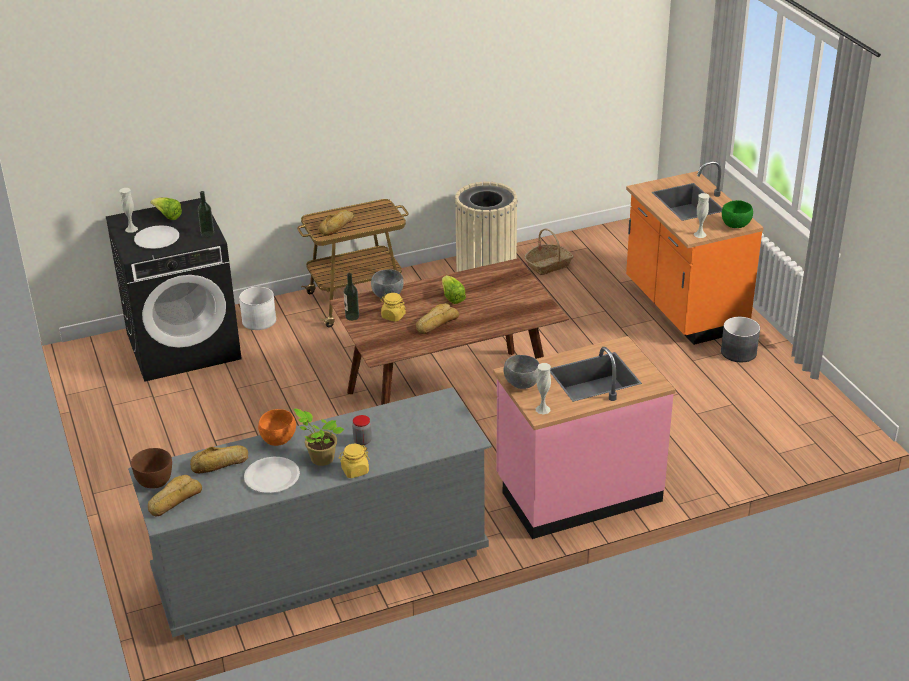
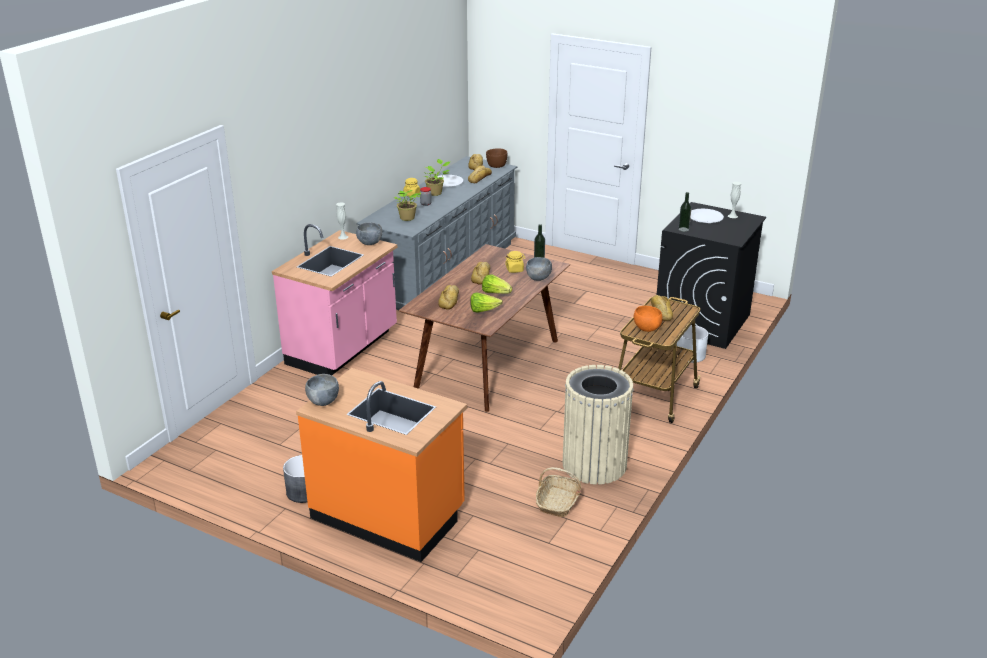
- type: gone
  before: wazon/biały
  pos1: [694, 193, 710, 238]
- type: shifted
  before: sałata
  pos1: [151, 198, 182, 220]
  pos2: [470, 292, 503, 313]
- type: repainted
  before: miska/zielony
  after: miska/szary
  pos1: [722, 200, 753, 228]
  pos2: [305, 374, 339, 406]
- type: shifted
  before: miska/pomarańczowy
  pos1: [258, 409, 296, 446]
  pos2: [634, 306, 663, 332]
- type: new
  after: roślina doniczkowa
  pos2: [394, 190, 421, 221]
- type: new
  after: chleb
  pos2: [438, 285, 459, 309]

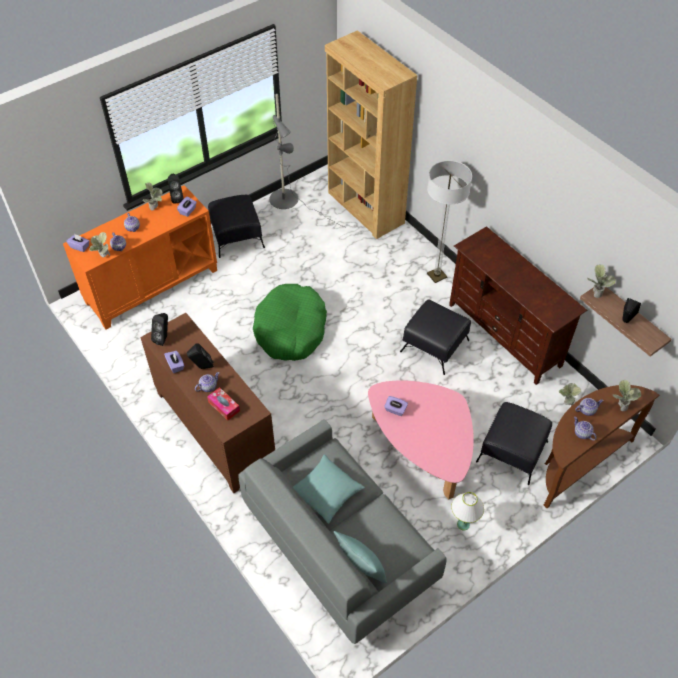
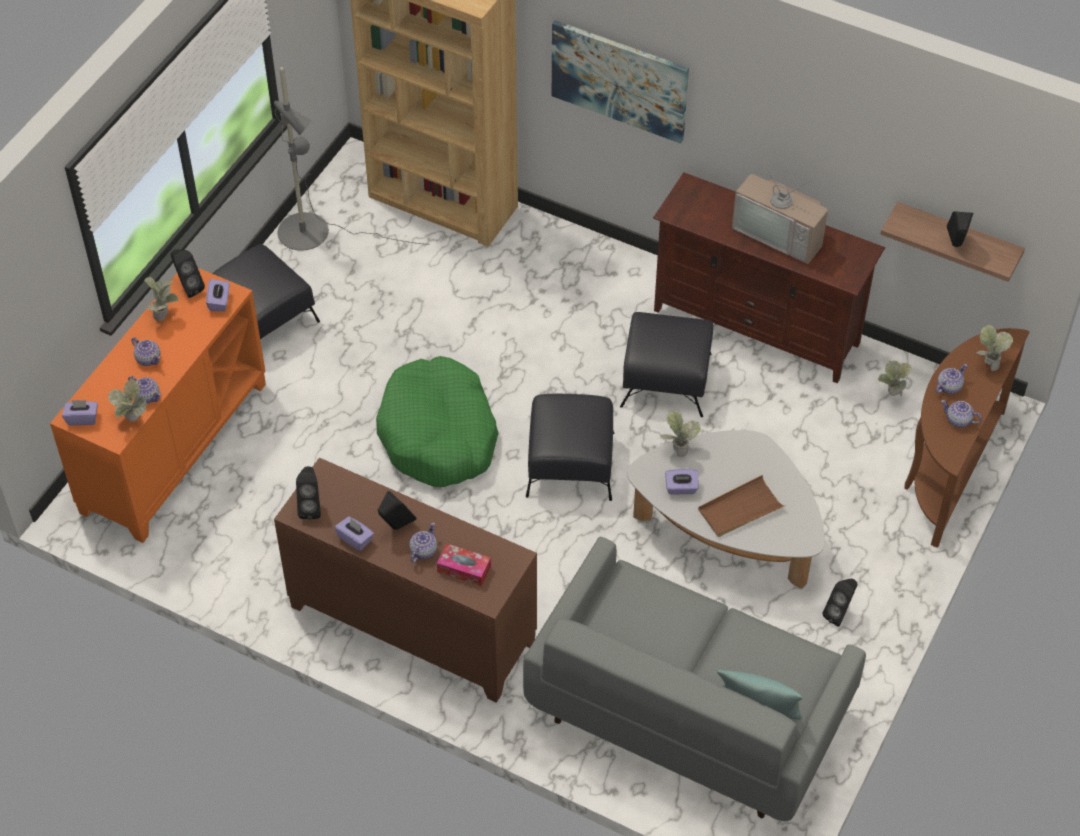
- type: gone
  before: lampa stojąca
  pos1: [427, 160, 472, 283]
- type: shifted
  before: roślina doniczkowa
  pos1: [587, 264, 616, 298]
  pos2: [660, 411, 701, 457]
- type: repainted
  before: ława/różowy
  after: ława/biały
  pos1: [368, 380, 474, 499]
  pos2: [627, 430, 825, 589]
- type: shifted
  before: pufa/czarny
  pos1: [476, 402, 552, 485]
  pos2: [526, 394, 614, 501]
- type: gone
  before: poduszka/turkusowy
  pos1: [293, 454, 365, 524]
- type: swapped
  before: lampa stołowa/biały
  after: głośnik/czarny
  pos1: [451, 492, 484, 530]
  pos2: [822, 578, 858, 626]
- type: new
  after: obraz
  pos2: [552, 20, 689, 144]
- type: new
  after: telewizor
  pos2: [732, 156, 828, 264]
- type: new
  after: taca/brązowy
  pos2: [698, 475, 784, 537]

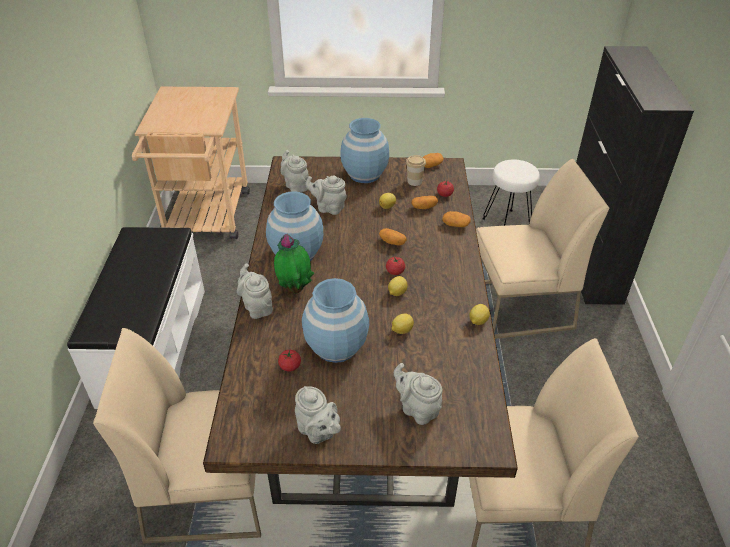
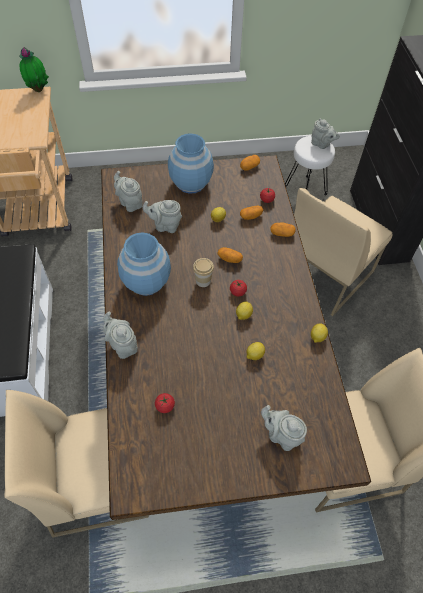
- type: shifted
  before: filiżanka
  pos1: [406, 155, 426, 186]
  pos2: [193, 258, 214, 287]
- type: rotated
  before: krzesło/beżowy
  pos1: [476, 159, 609, 339]
  pos2: [294, 188, 392, 316]
  turn: 150
- type: shifted
  before: roślina doniczkowa
  pos1: [274, 234, 314, 294]
  pos2: [19, 47, 49, 92]
- type: gone
  before: wazon/niebieski
  pos1: [302, 278, 369, 363]
- type: shifted
  before: imbryk/szary
  pos1: [295, 386, 341, 444]
  pos2: [311, 119, 340, 149]

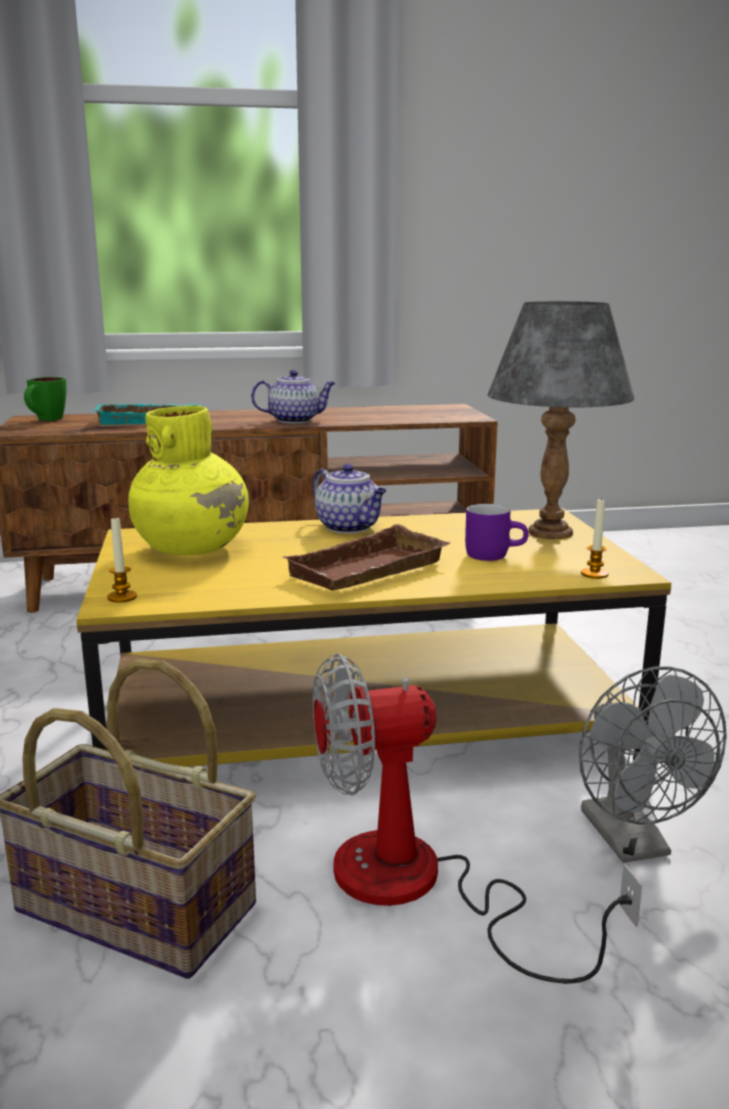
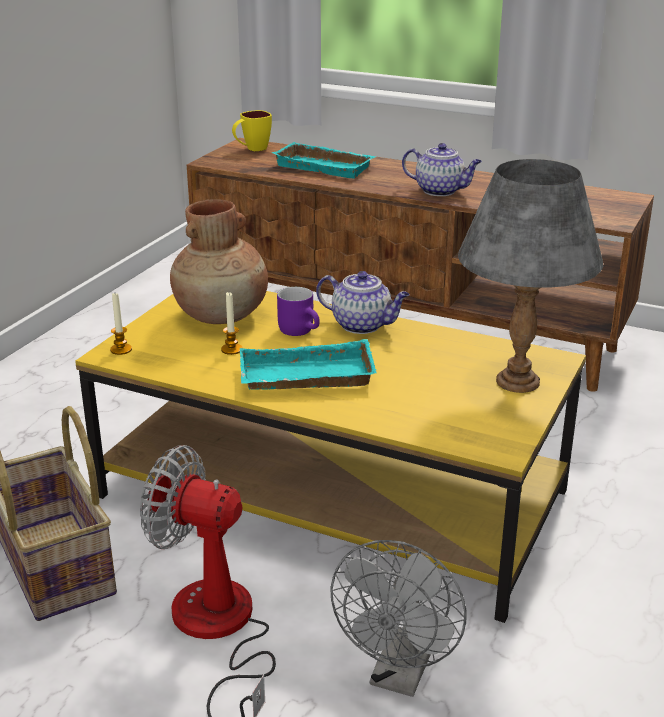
- type: repainted
  before: kubek/zielony
  after: kubek/żółty
  pos1: [24, 377, 67, 421]
  pos2: [232, 110, 272, 152]
- type: repainted
  before: wazon/żółty
  after: wazon/brązowy
  pos1: [128, 406, 249, 555]
  pos2: [170, 199, 268, 324]
- type: rotated
  before: imbryk
  pos1: [313, 463, 387, 533]
  pos2: [316, 271, 410, 334]
  turn: -60
- type: shifted
  before: świeca
  pos1: [581, 498, 609, 579]
  pos2: [221, 292, 242, 355]
- type: shifted
  before: kubek/fioletowy
  pos1: [465, 504, 528, 561]
  pos2: [277, 287, 320, 336]
- type: repainted
  before: taca/brązowy
  after: taca/turkusowy
  pos1: [283, 524, 450, 591]
  pos2: [239, 339, 377, 390]

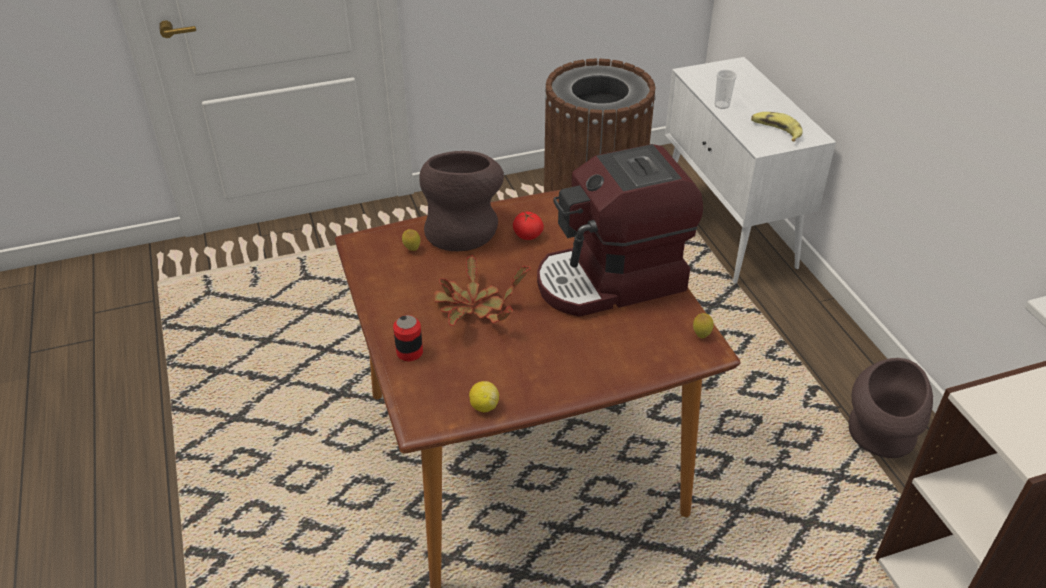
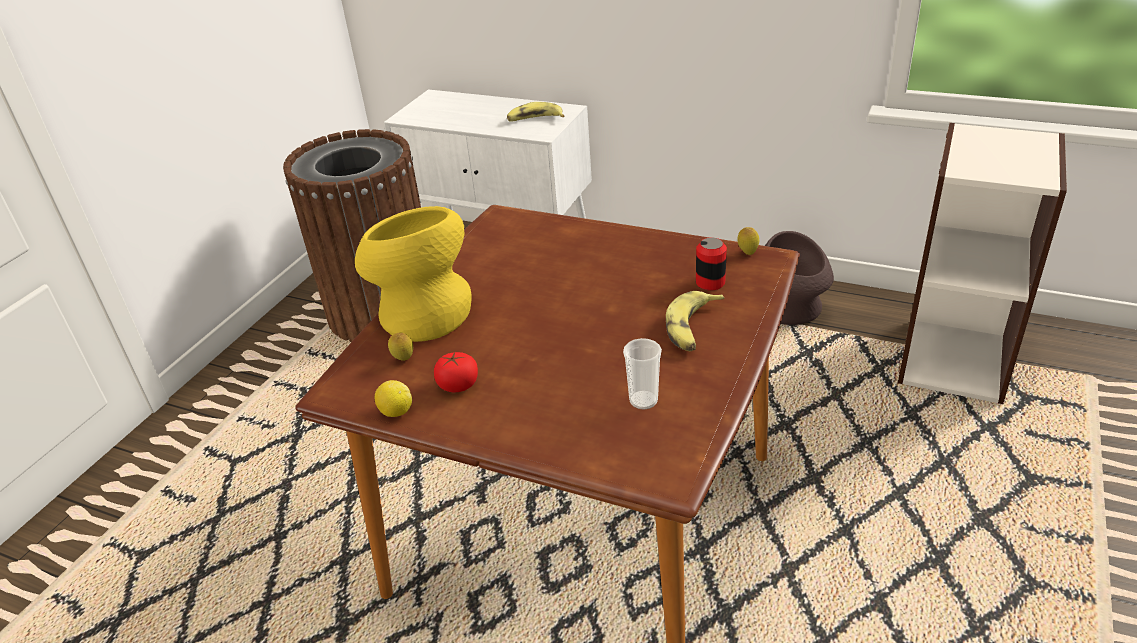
- type: shifted
  before: filiżanka
  pos1: [715, 70, 737, 109]
  pos2: [623, 338, 662, 410]
- type: gone
  before: ekspres do kawy
  pos1: [537, 144, 703, 317]
- type: repainted
  before: wazon/brązowy
  after: wazon/żółty
  pos1: [419, 151, 504, 251]
  pos2: [355, 206, 472, 342]
- type: shifted
  before: pomidor
  pos1: [513, 212, 544, 240]
  pos2: [434, 352, 478, 392]
- type: gone
  before: roślina doniczkowa
  pos1: [434, 256, 531, 326]
- type: shifted
  before: puszka
  pos1: [393, 315, 423, 361]
  pos2: [696, 238, 727, 291]
- type: shifted
  before: cytryna
  pos1: [469, 381, 499, 412]
  pos2: [375, 380, 412, 417]
- type: new
  after: banan
  pos2: [666, 291, 725, 351]

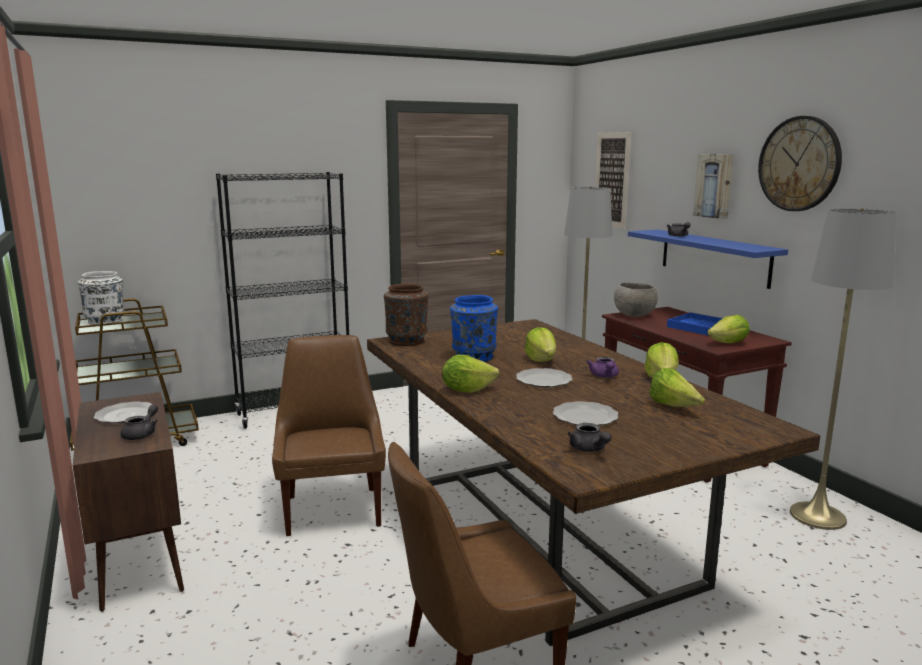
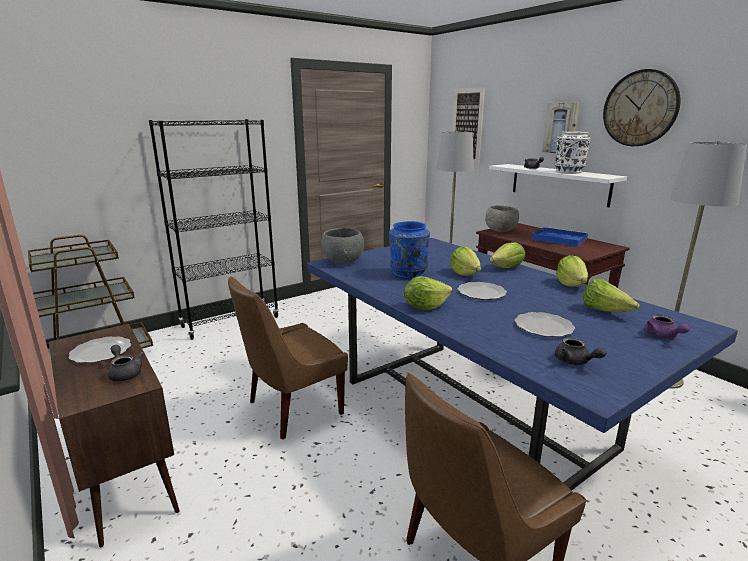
- type: repainted
  before: półka/niebieski
  after: półka/biały
  pos1: [628, 230, 788, 289]
  pos2: [489, 164, 627, 207]
- type: shifted
  before: wazon/biały
  pos1: [78, 271, 124, 325]
  pos2: [554, 131, 591, 174]
- type: swapped
  before: wazon/brązowy
  after: miska/szary
  pos1: [384, 284, 428, 346]
  pos2: [321, 228, 364, 264]
- type: shifted
  before: sałata
  pos1: [707, 315, 750, 343]
  pos2: [490, 242, 525, 268]
- type: repainted
  before: stół jadalny/brązowy
  after: stół jadalny/niebieski
  pos1: [367, 319, 820, 646]
  pos2: [307, 238, 738, 490]
- type: rotated
  before: krzesło/brązowy
  pos1: [272, 335, 386, 536]
  pos2: [228, 276, 348, 440]
  turn: -105
- type: shifted
  before: imbryk/fioletowy
  pos1: [586, 357, 619, 377]
  pos2: [644, 315, 690, 339]
- type: rotated
  before: imbryk/szary
  pos1: [121, 404, 158, 440]
  pos2: [108, 345, 144, 381]
  turn: -45

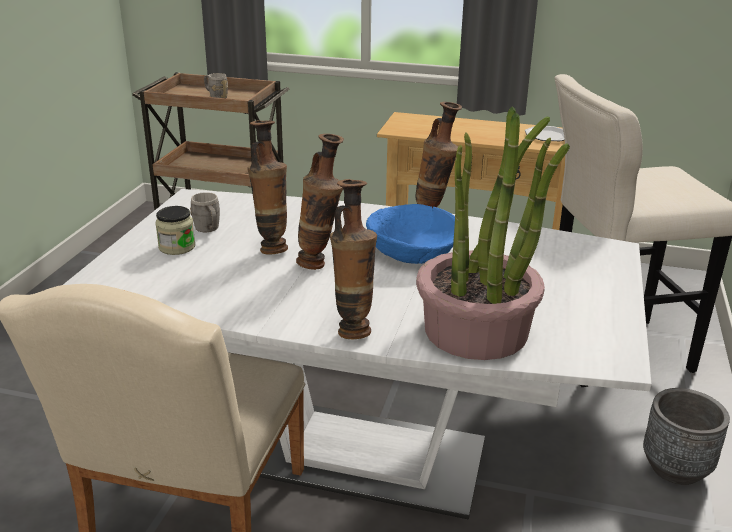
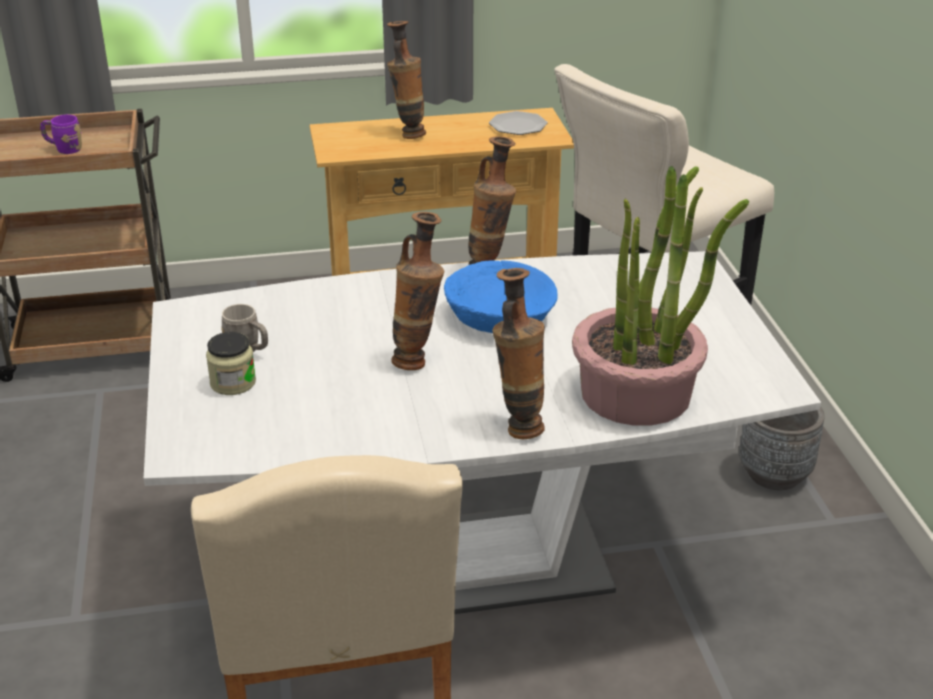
- type: repainted
  before: kubek/szary
  after: kubek/fioletowy
  pos1: [204, 73, 228, 98]
  pos2: [40, 115, 82, 154]
- type: shifted
  before: wazon
  pos1: [247, 120, 288, 255]
  pos2: [387, 21, 426, 139]

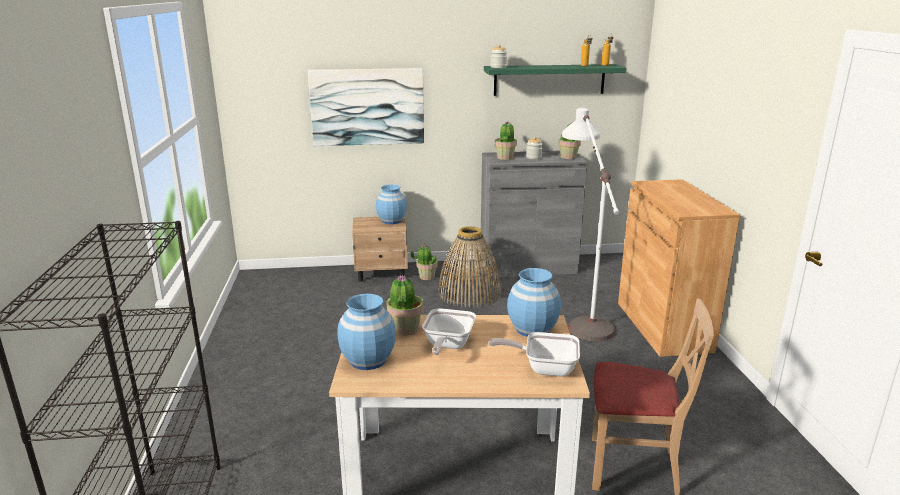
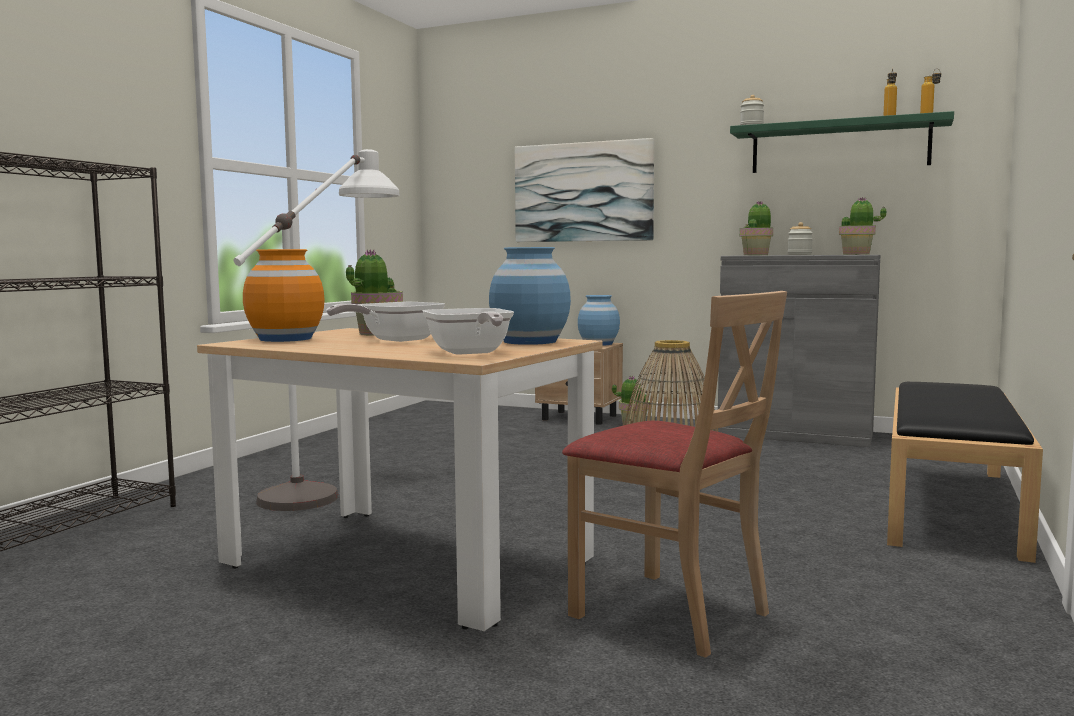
- type: shifted
  before: lampa stojąca/biały
  pos1: [562, 108, 619, 341]
  pos2: [233, 149, 399, 511]
- type: swapped
  before: szafka/brązowy
  after: ławka/czarny
  pos1: [618, 179, 740, 357]
  pos2: [887, 382, 1043, 563]
- type: repainted
  before: wazon/niebieski
  after: wazon/pomarańczowy
  pos1: [337, 294, 396, 370]
  pos2: [243, 249, 325, 342]
- type: rotated
  before: patelnia
  pos1: [488, 332, 580, 377]
  pos2: [422, 308, 514, 355]
  turn: -150

